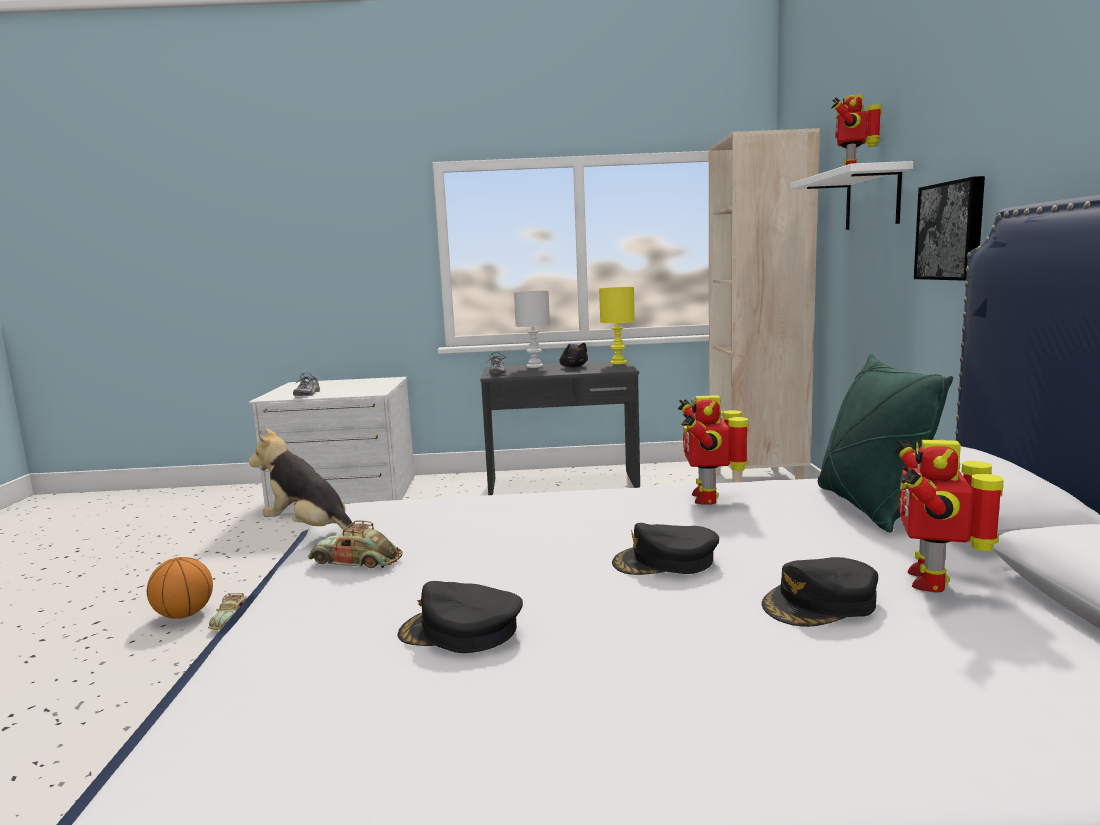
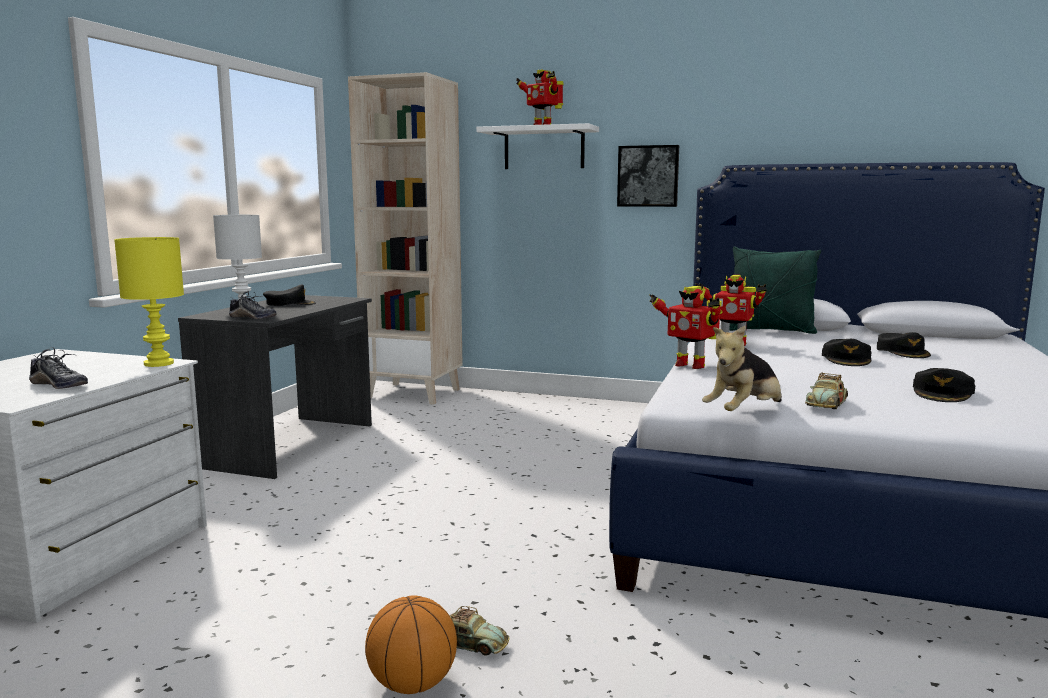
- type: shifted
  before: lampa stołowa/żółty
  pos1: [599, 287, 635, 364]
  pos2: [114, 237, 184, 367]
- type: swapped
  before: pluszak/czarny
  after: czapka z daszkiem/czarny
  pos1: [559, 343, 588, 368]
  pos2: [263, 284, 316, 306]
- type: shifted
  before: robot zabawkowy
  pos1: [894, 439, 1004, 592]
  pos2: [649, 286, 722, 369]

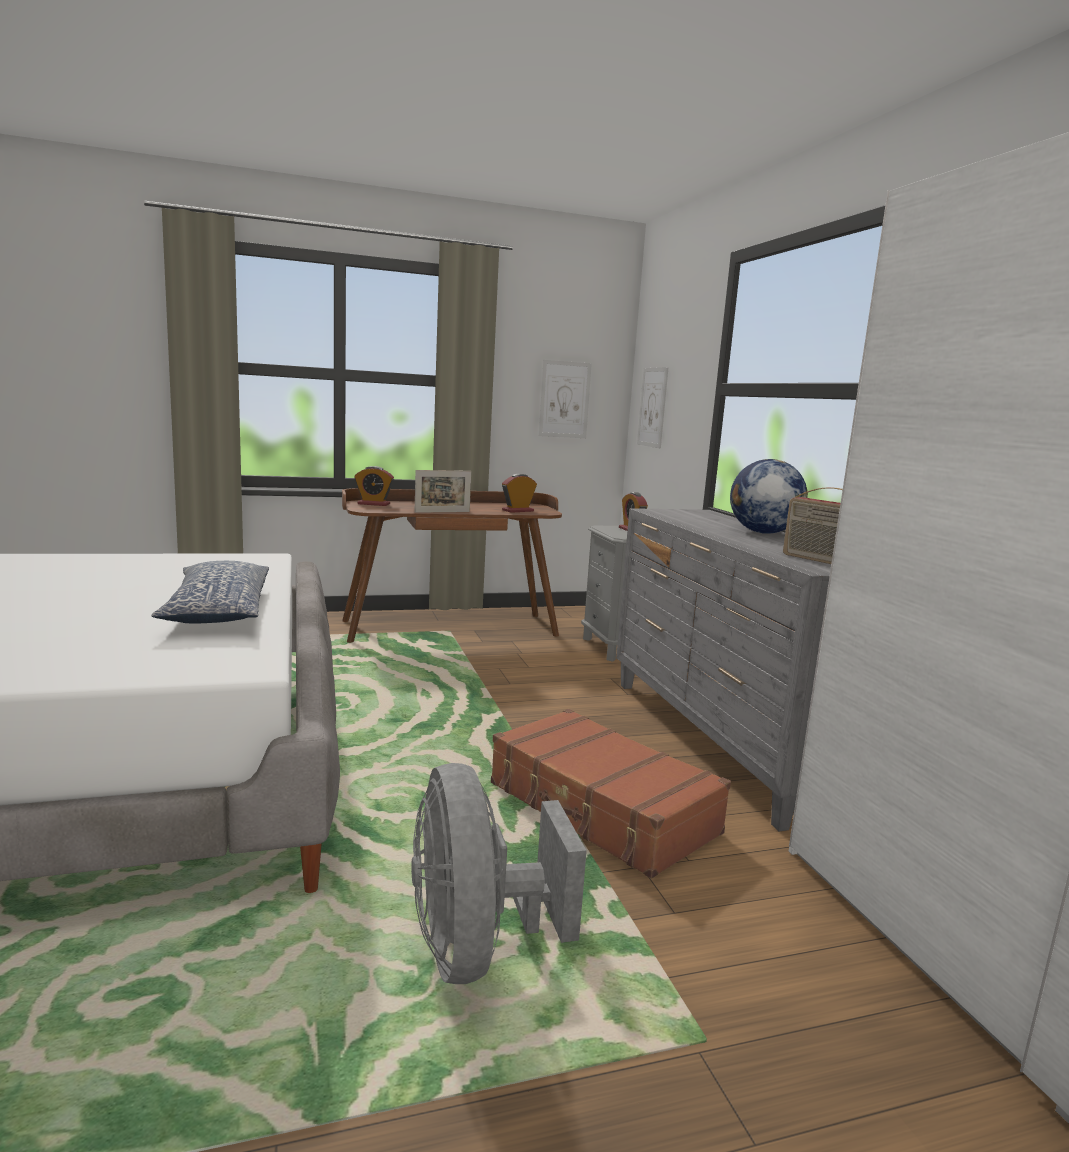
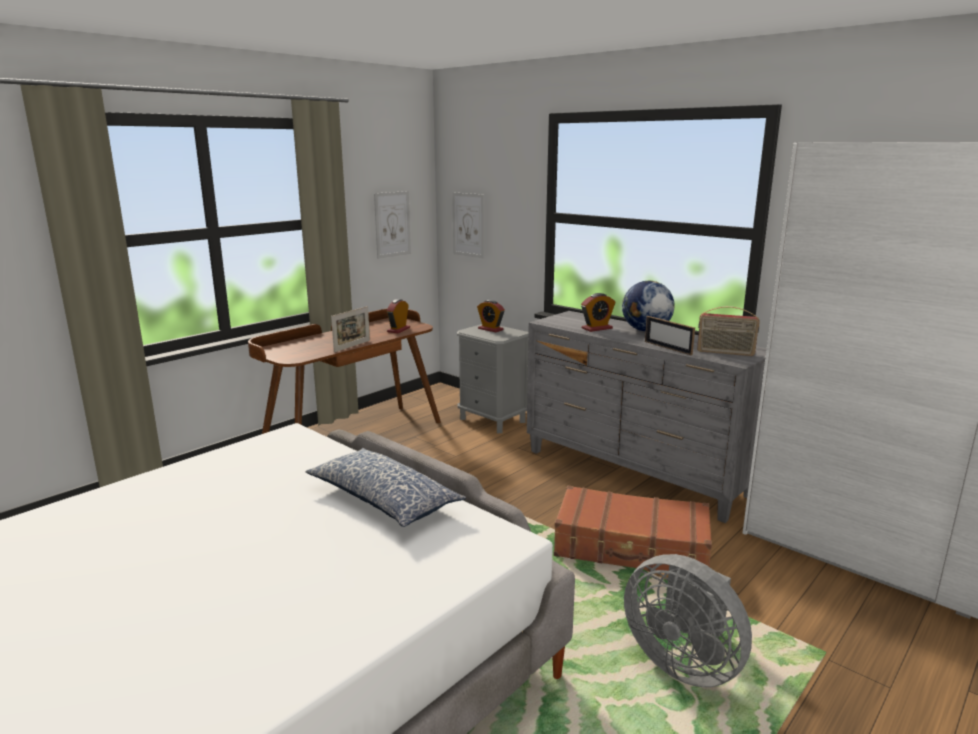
- type: shifted
  before: budzik
  pos1: [354, 466, 394, 506]
  pos2: [581, 293, 615, 332]
- type: new
  after: ramka na zdjęcie
  pos2: [645, 316, 695, 355]

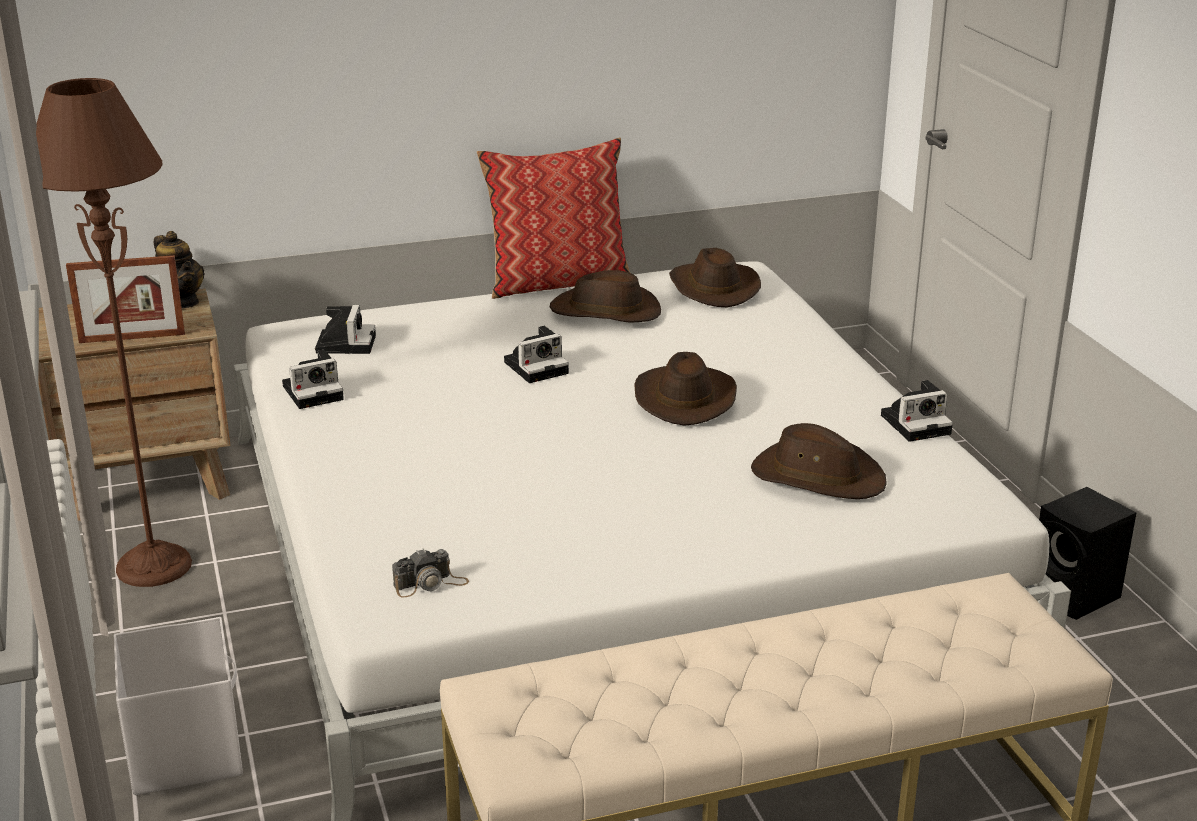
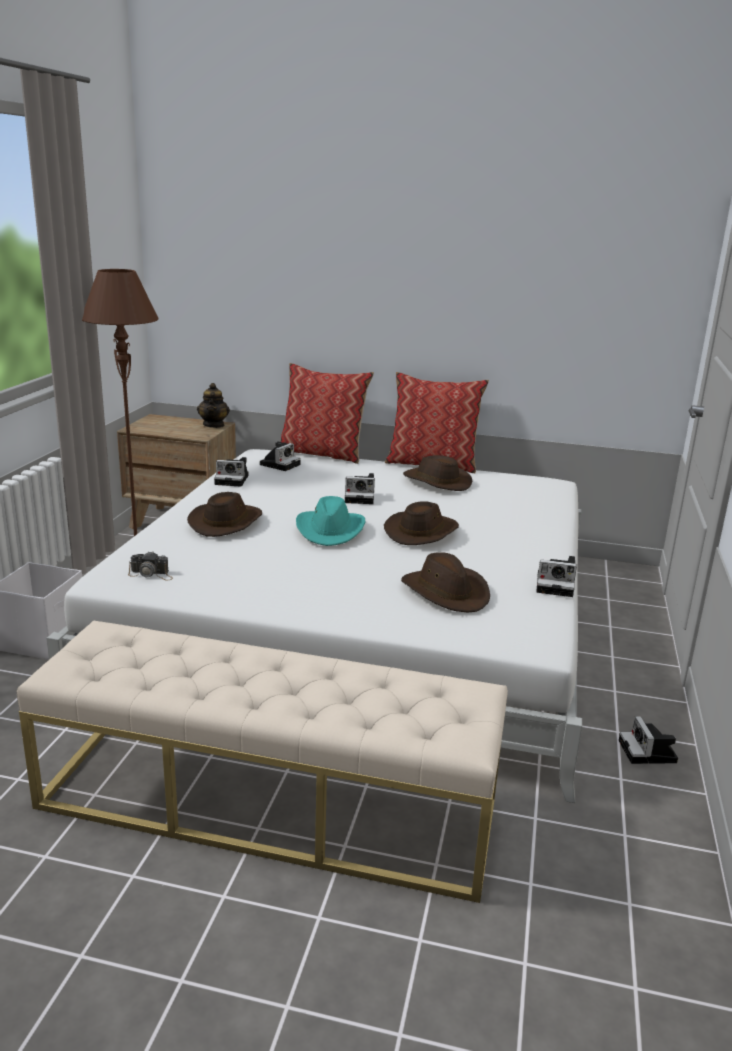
- type: shifted
  before: kapelusz/brązowy
  pos1: [669, 248, 761, 307]
  pos2: [187, 492, 262, 537]
- type: gone
  before: ramka na zdjęcie
  pos1: [66, 255, 185, 343]
- type: swapped
  before: głośnik/czarny
  after: aparat fotograficzny
  pos1: [1039, 487, 1136, 620]
  pos2: [619, 716, 678, 764]
- type: new
  after: poduszka
  pos2: [280, 363, 374, 464]
- type: new
  after: kapelusz/turkusowy
  pos2: [296, 496, 365, 546]

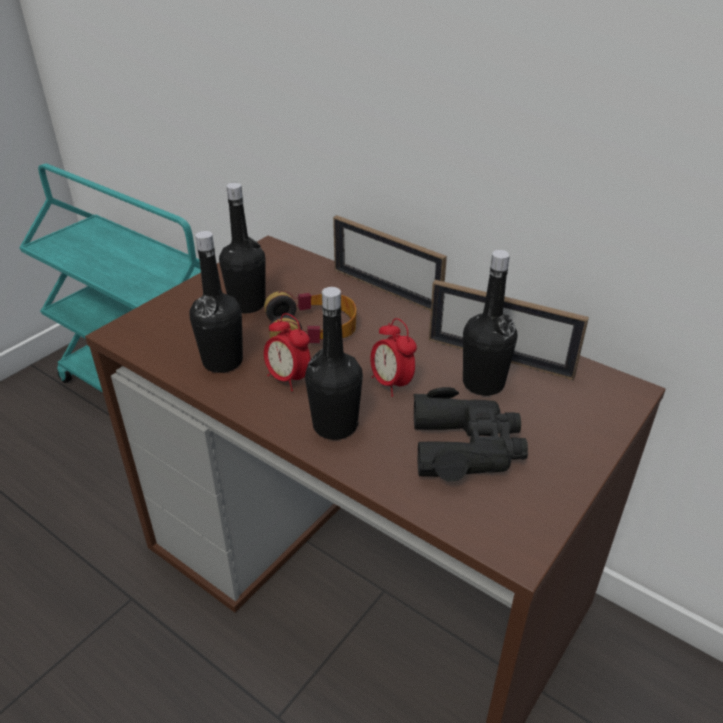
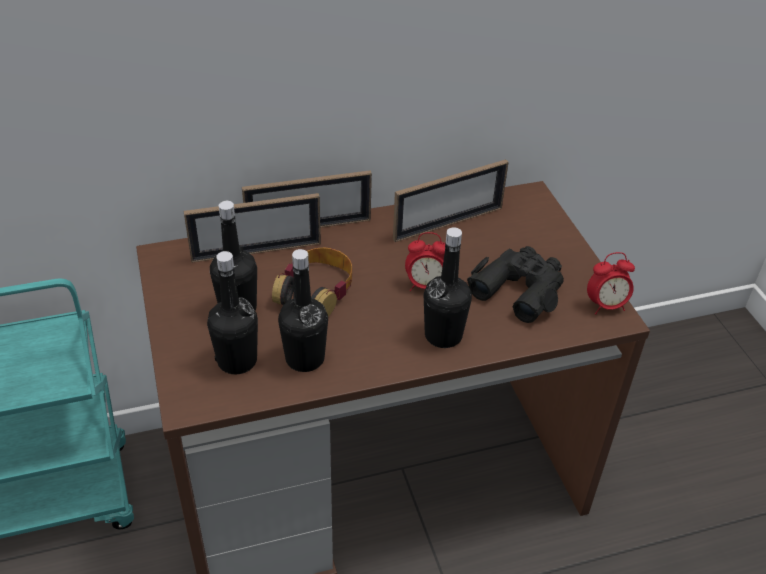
- type: shifted
  before: butelka/czarny
  pos1: [463, 250, 517, 396]
  pos2: [207, 251, 258, 375]
- type: shifted
  before: budzik
  pos1: [264, 313, 311, 391]
  pos2: [587, 252, 635, 314]
- type: new
  after: ramka na zdjęcie
  pos2: [184, 193, 321, 263]

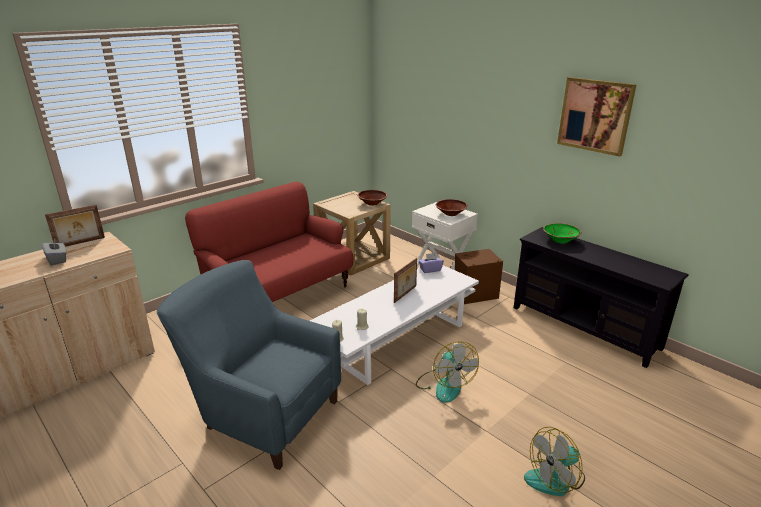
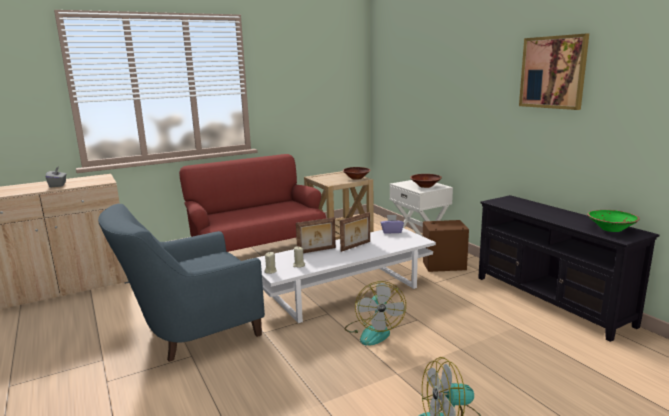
- type: shifted
  before: ramka na zdjęcie
  pos1: [45, 205, 105, 247]
  pos2: [296, 217, 336, 253]
- type: shifted
  before: miska/zielony
  pos1: [543, 223, 582, 243]
  pos2: [587, 210, 640, 232]
- type: rotated
  before: fotel/niebieski
  pos1: [157, 260, 341, 470]
  pos2: [98, 204, 265, 362]
  turn: -75

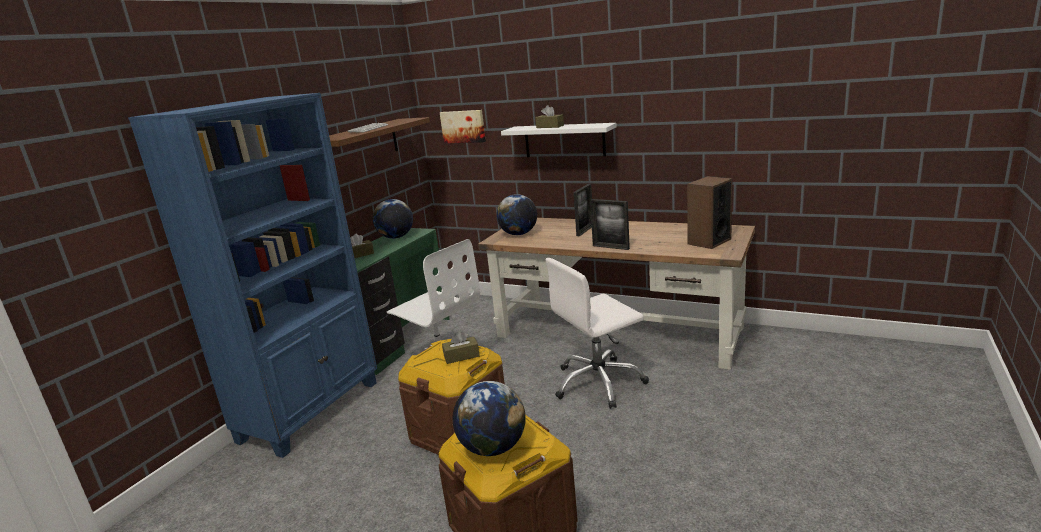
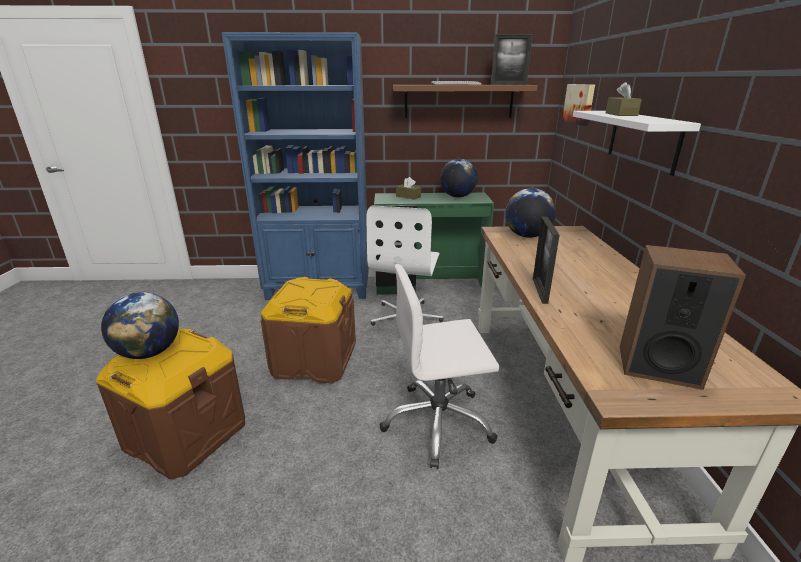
- type: shifted
  before: ramka na zdjęcie
  pos1: [573, 184, 592, 236]
  pos2: [491, 34, 533, 85]
- type: rotated
  before: krzesło biurowe/biały
  pos1: [546, 258, 649, 409]
  pos2: [380, 264, 499, 469]
  turn: -45
- type: gone
  before: pudełko chusteczek/brązowy
  pos1: [442, 331, 480, 364]

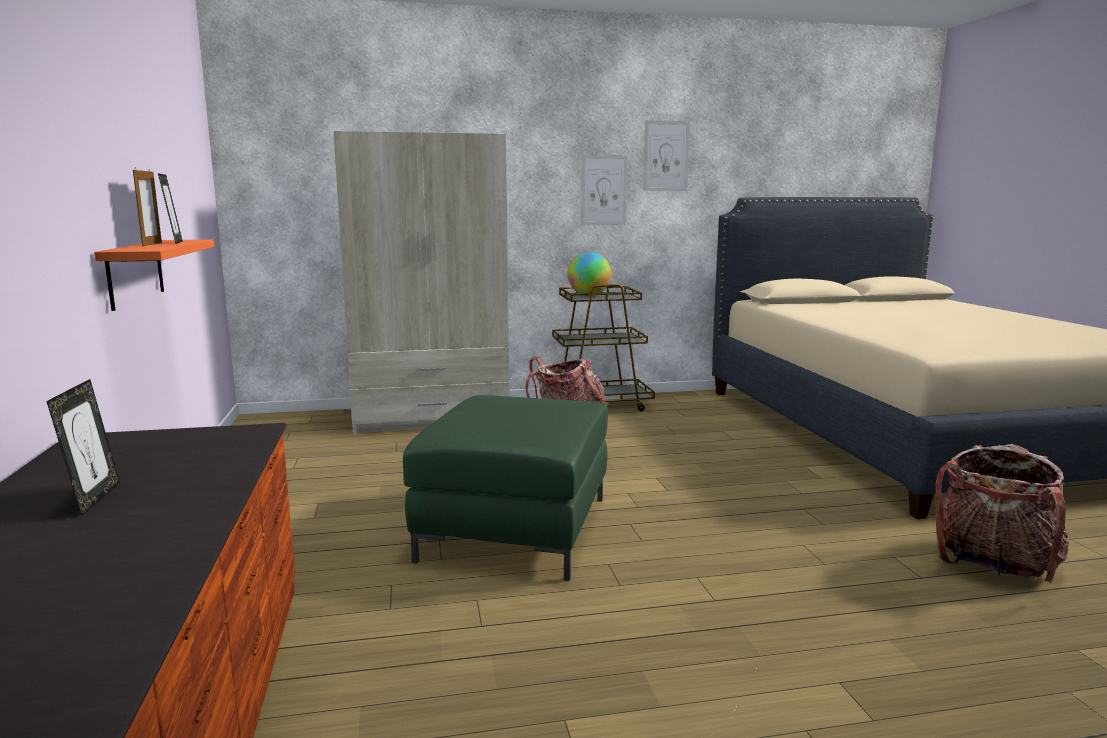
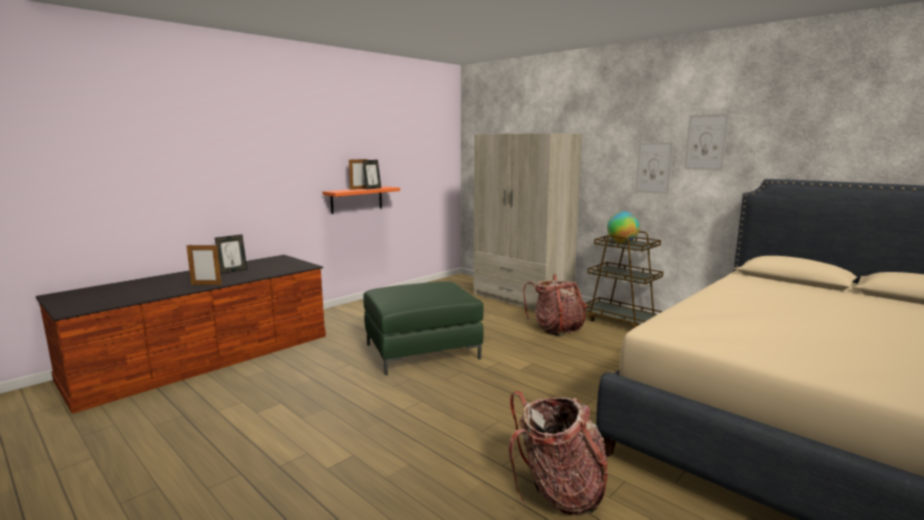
- type: new
  after: ramka na zdjęcie
  pos2: [186, 244, 222, 285]

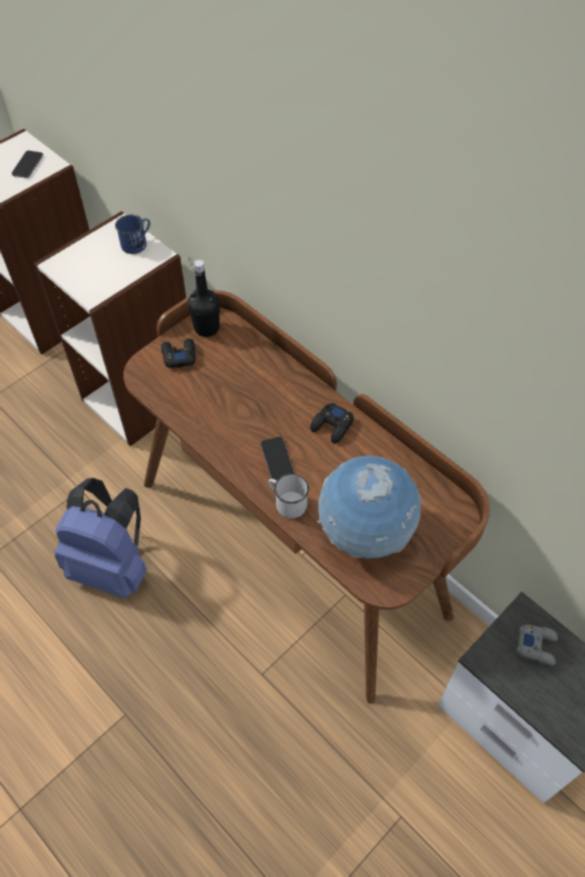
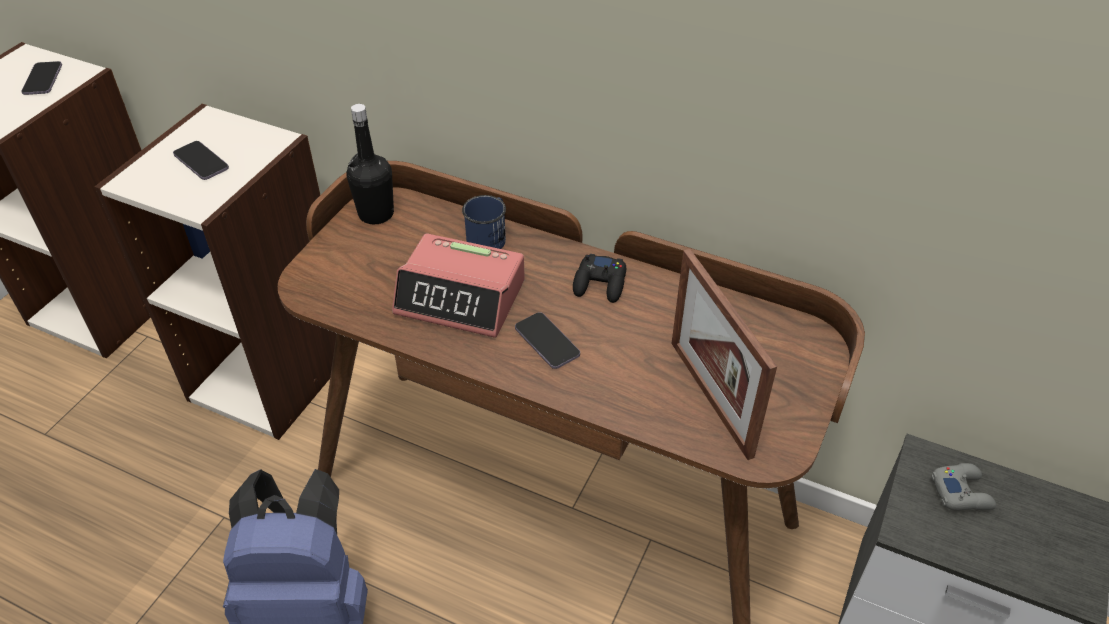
- type: shifted
  before: kubek/niebieski
  pos1: [115, 215, 150, 254]
  pos2: [462, 195, 506, 249]
- type: gone
  before: pad do gier/czarny
  pos1: [161, 339, 195, 368]
- type: swapped
  before: globus
  after: ramka na zdjęcie
  pos1: [317, 456, 421, 559]
  pos2: [671, 249, 777, 460]
- type: gone
  before: kubek/biały
  pos1: [268, 473, 309, 519]
- type: new
  after: telefon
  pos2: [173, 141, 229, 180]
- type: new
  after: budzik
  pos2: [392, 233, 525, 338]

